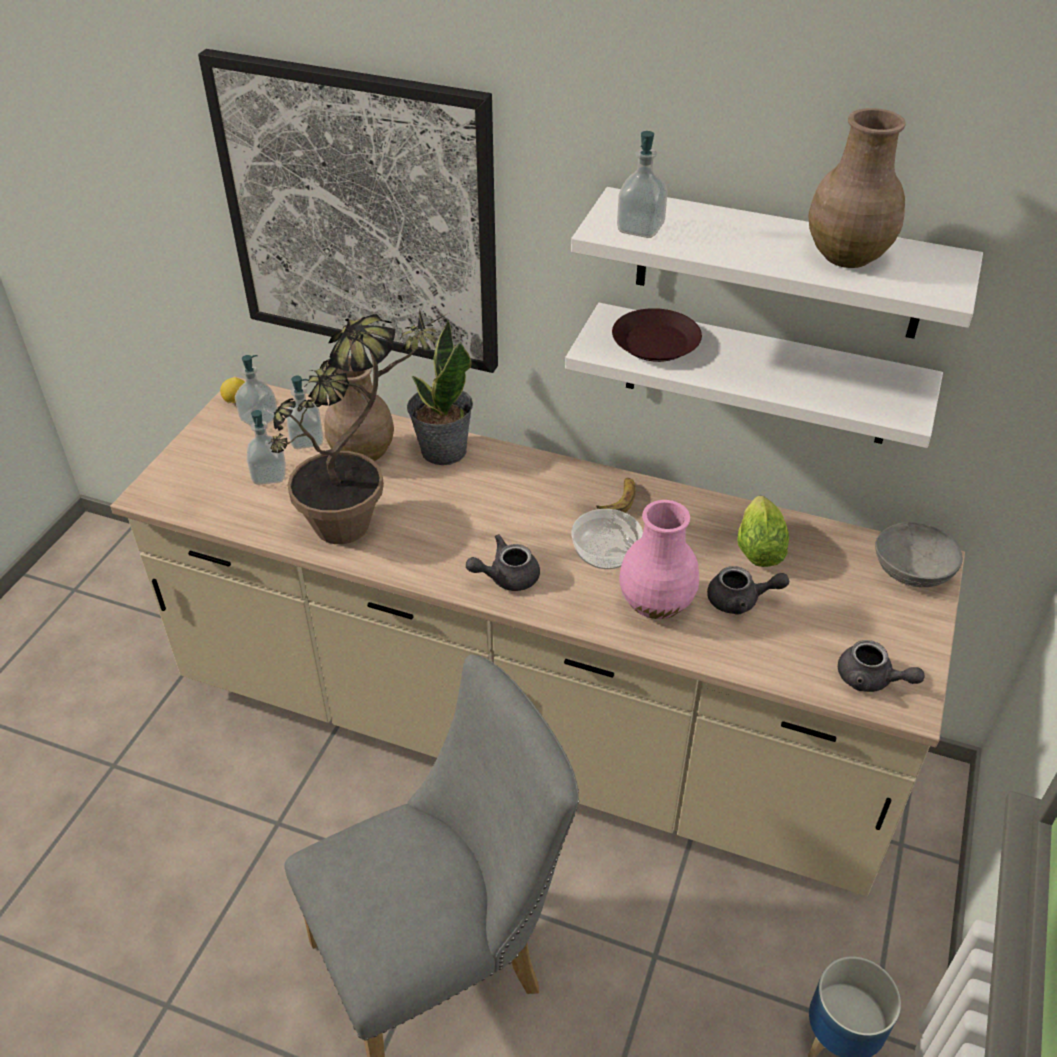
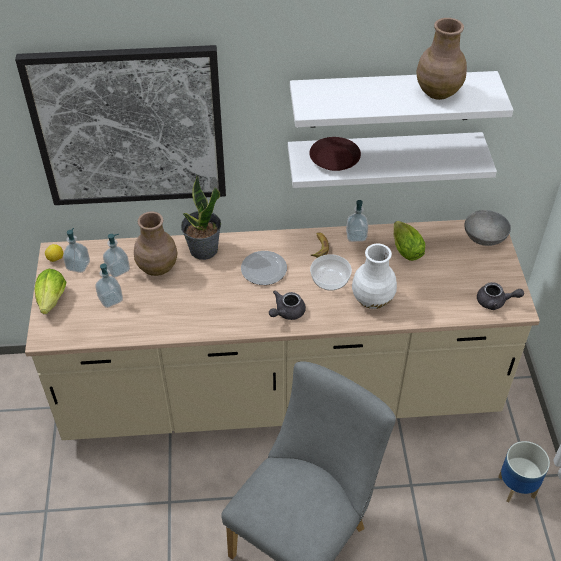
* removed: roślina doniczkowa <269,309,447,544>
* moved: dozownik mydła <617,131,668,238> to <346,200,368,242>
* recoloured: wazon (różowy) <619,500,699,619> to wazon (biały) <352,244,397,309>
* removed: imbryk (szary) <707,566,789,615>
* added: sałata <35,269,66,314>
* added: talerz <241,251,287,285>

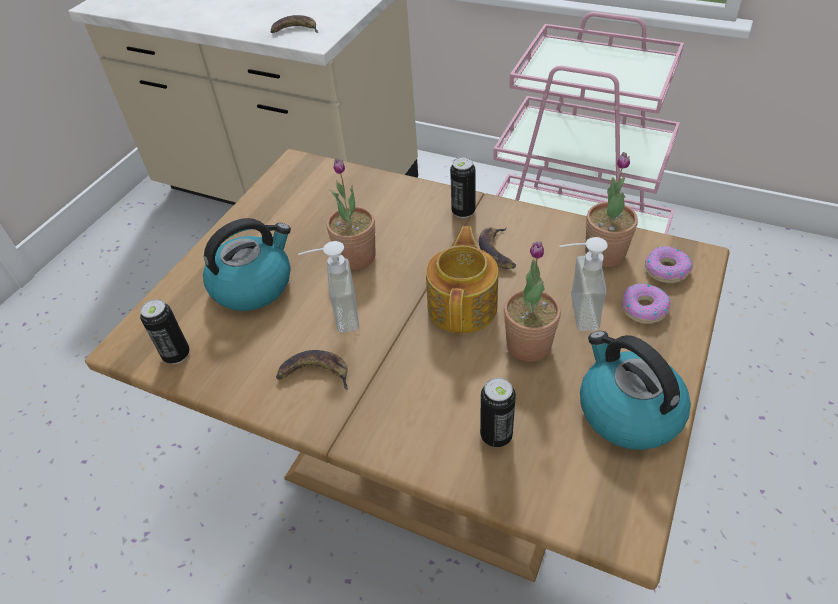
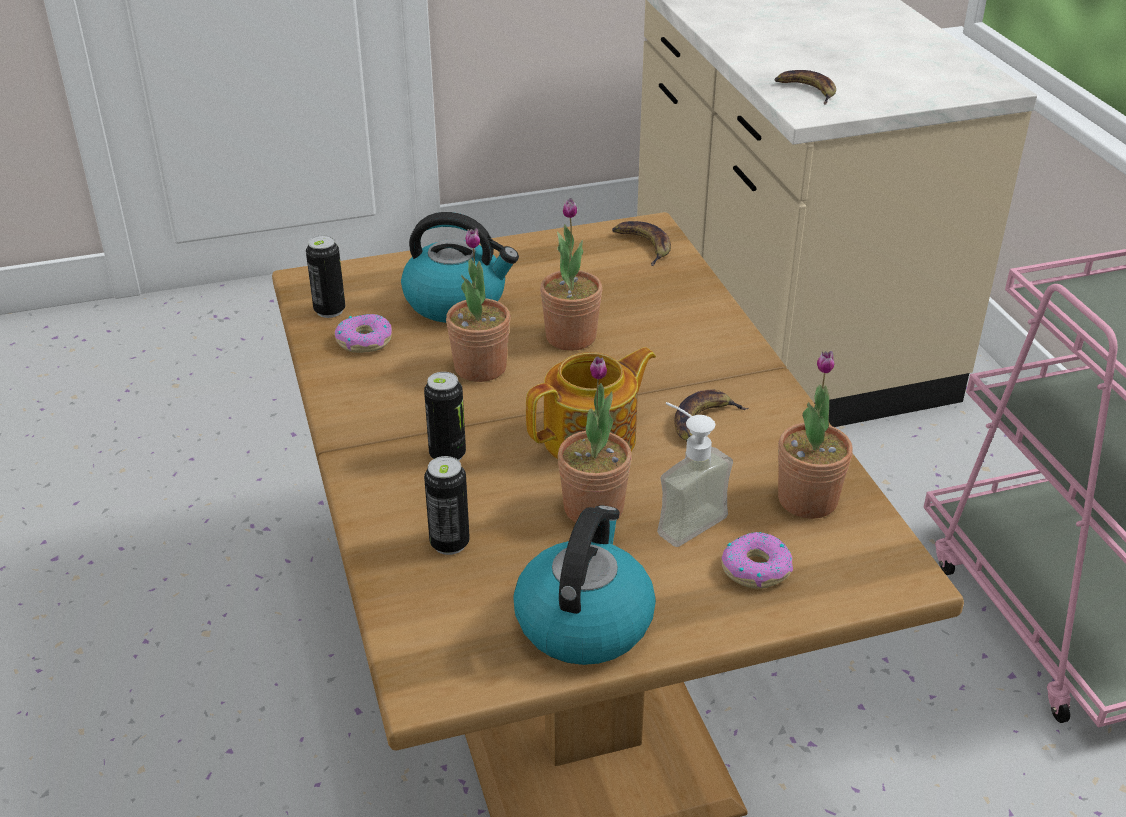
* moved: banan <276,350,348,390> to <612,221,671,266>
* replaced: dozownik mydła <298,241,359,333> to roślina doniczkowa <446,228,510,382>
* moved: puszka <450,157,475,218> to <424,372,466,460>
* moved: donut <645,246,692,283> to <335,314,392,353>

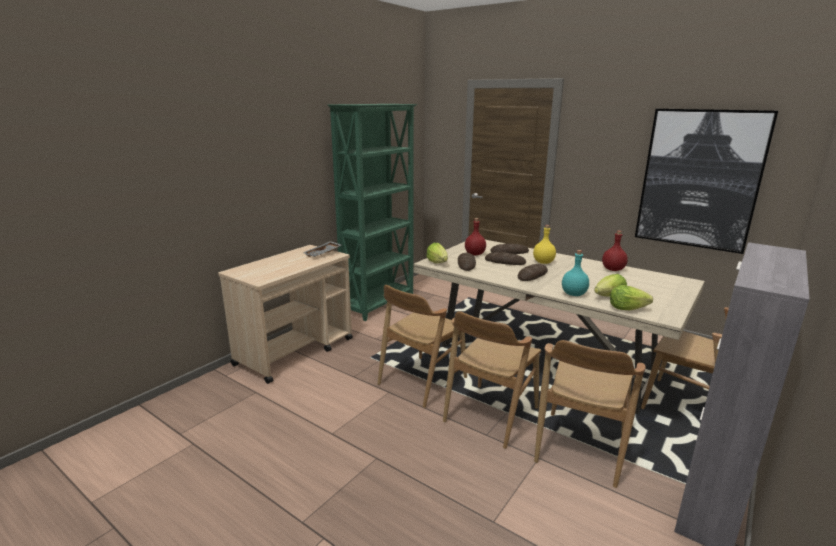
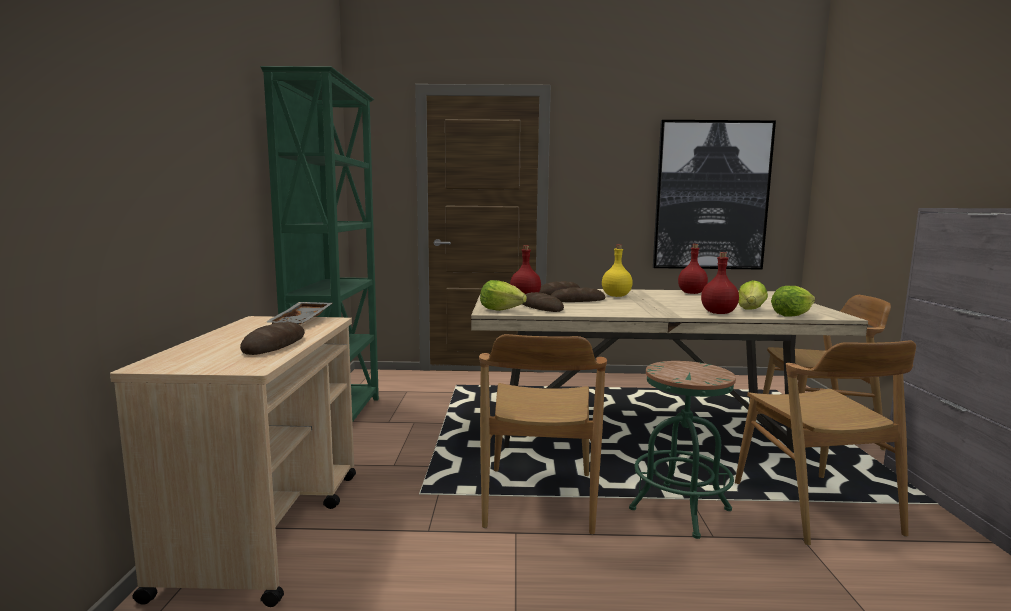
* replaced: krzesło (brązowy) <443,311,541,449> to stołek (zielony) <629,361,736,539>
* moved: chleb <518,264,548,281> to <240,322,305,355>
* recoloured: butelka (turkusowy) <562,250,589,296> to butelka (czerwony) <701,252,739,314>

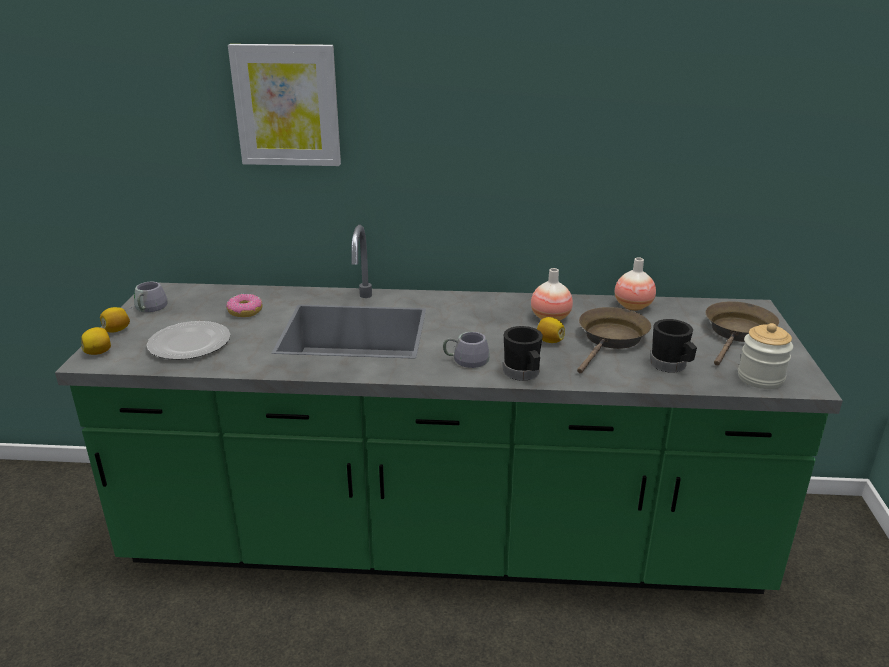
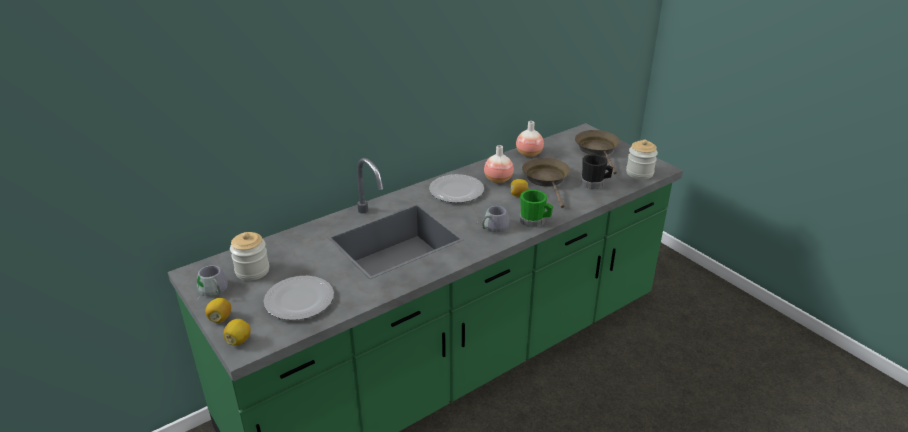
* removed: donut <226,294,263,317>
* removed: obraz <228,44,341,166>
* recoloured: kubek (czarny) <503,326,543,381> to kubek (zielony) <519,190,553,228>
* added: słoik <230,232,269,281>
* added: talerz <429,174,484,203>

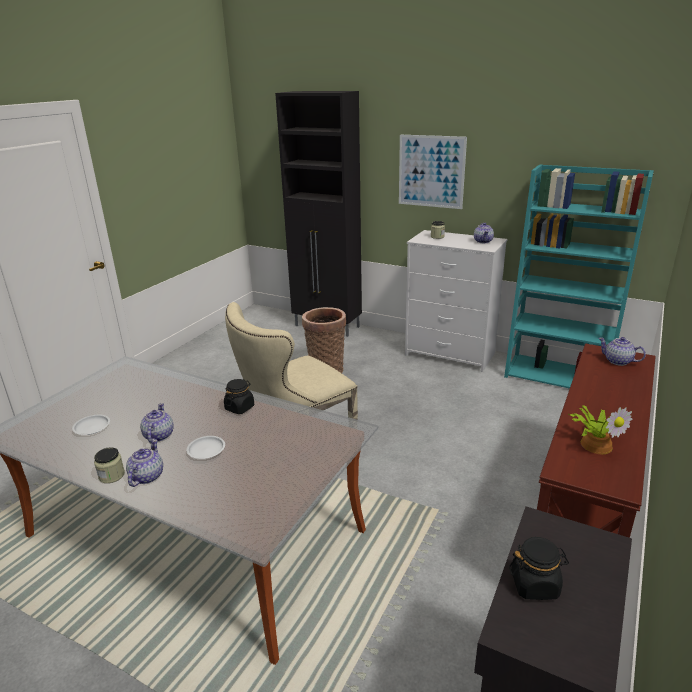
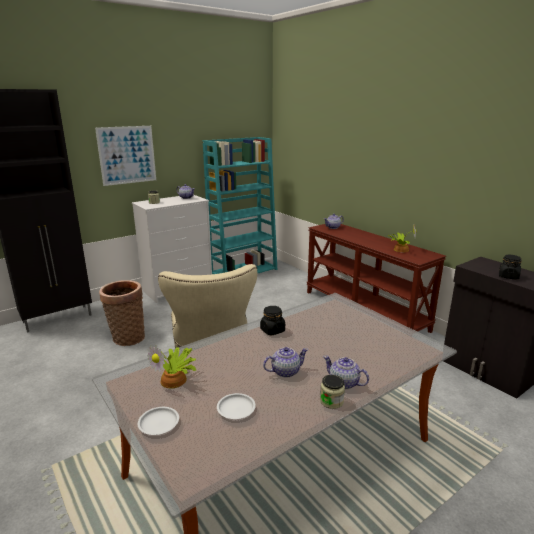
* turned: imbryk <140,403,174,443> = <263,347,308,378> 135 degrees clockwise
* moved: talerz (biały) <186,436,225,459> to <138,407,179,435>
* added: roślina doniczkowa <147,345,196,388>

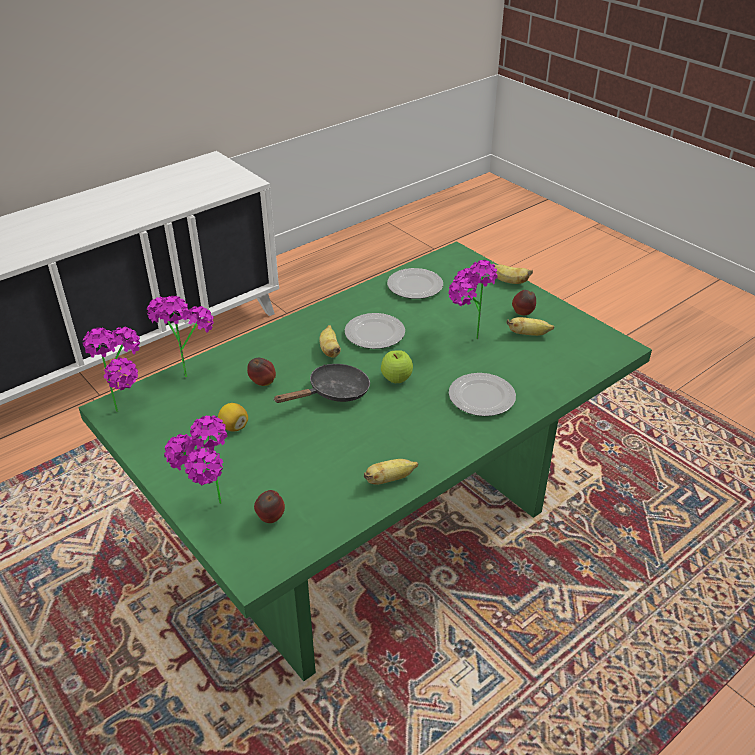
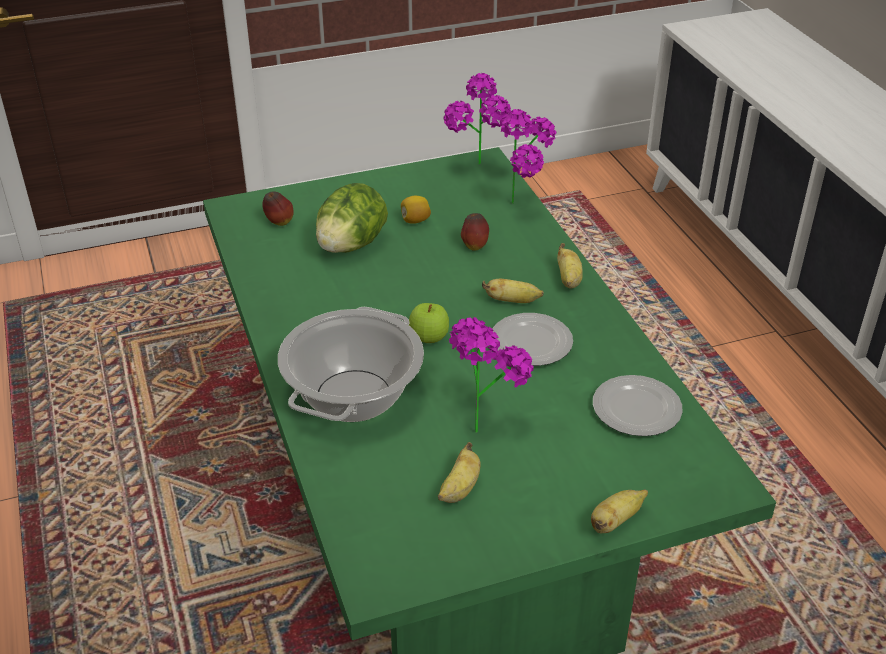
* removed: roślina doniczkowa <164,415,227,504>
* removed: patelnia (czarny) <273,364,370,403>
* moved: banan <364,459,418,485> to <557,243,583,289>
* replaced: talerz <449,373,516,416> to garnek <278,307,424,422>
* removed: jabłko <512,290,536,315>
* added: sałata <316,183,388,253>

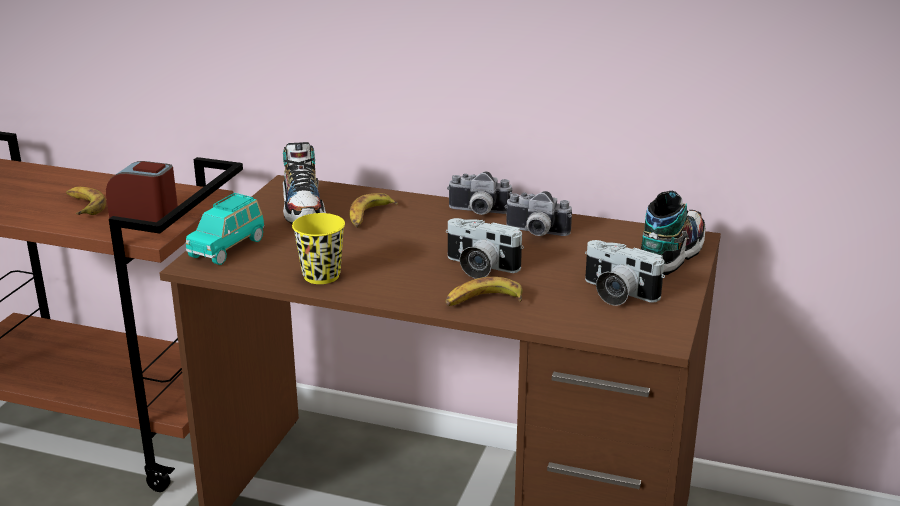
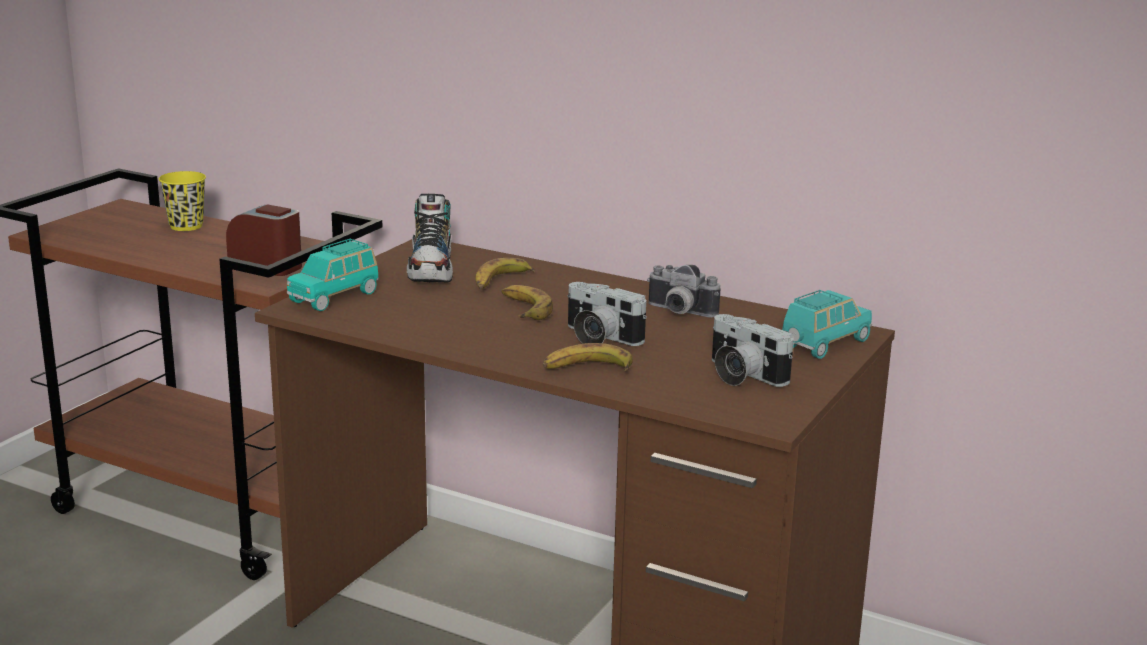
* moved: banan <66,187,106,215> to <501,285,553,320>
* moved: filiżanka (żółty) <292,213,345,284> to <159,171,206,231>
* removed: aparat fotograficzny <447,172,512,215>
* replaced: but <641,191,706,275> to samochodzik (turkusowy) <782,290,872,359>

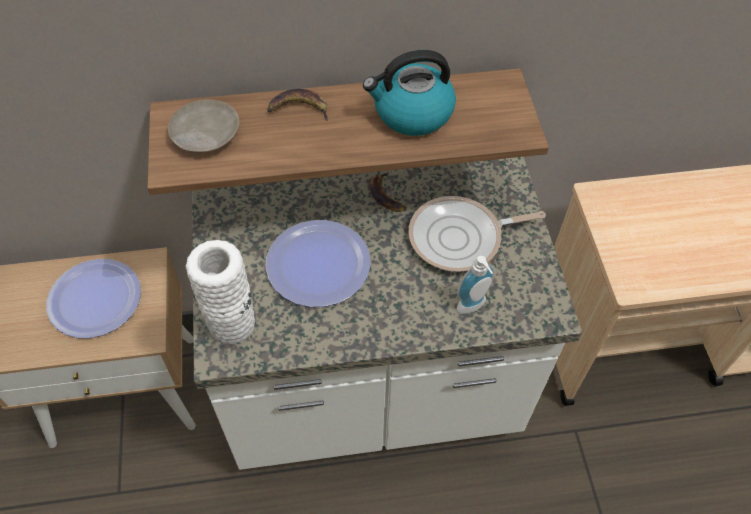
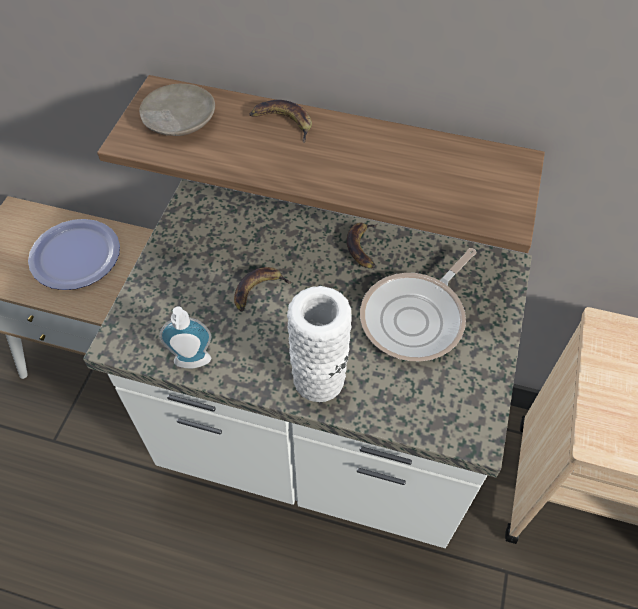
* moved: wazon (biały) <186,240,255,344> to <287,286,352,402>
* replaced: talerz <266,220,370,307> to banan <234,267,293,311>
* removed: czajnik <363,50,456,136>
* turned: patelnia <408,196,546,272> = <360,248,477,361> 60 degrees counterclockwise
* moved: dozownik mydła <457,256,495,314> to <159,306,212,369>

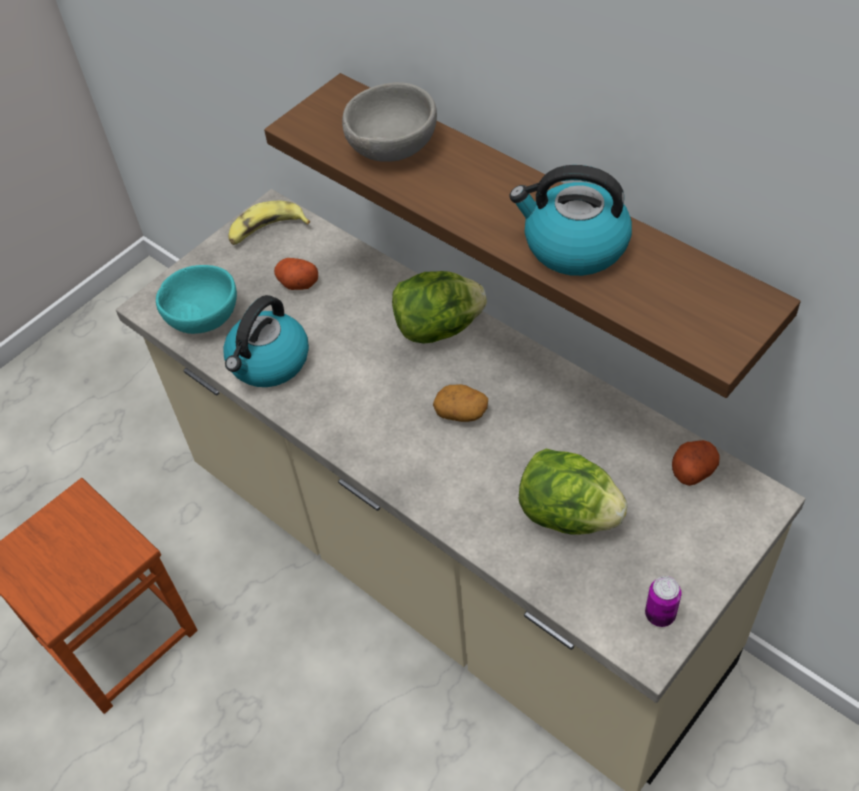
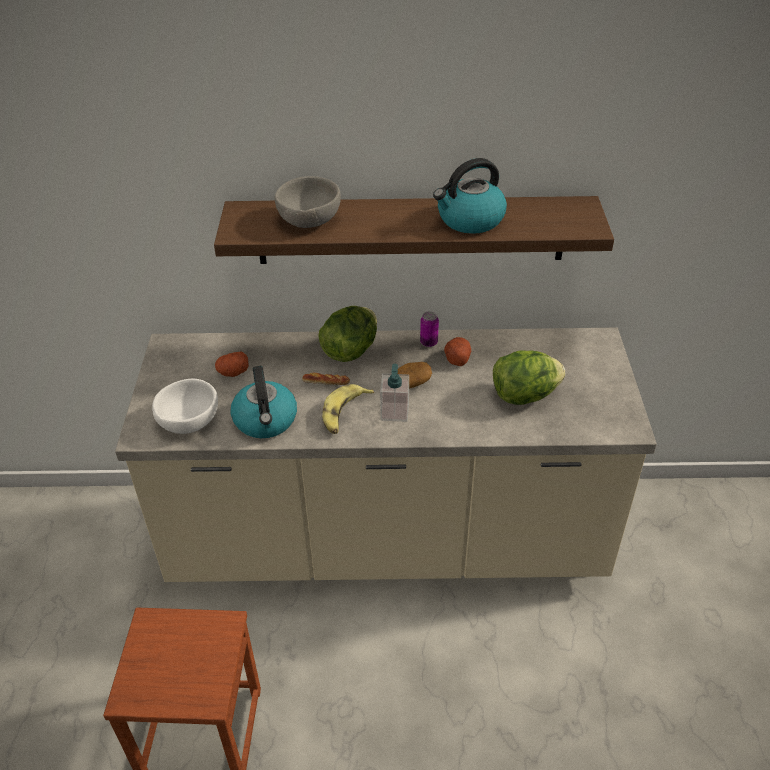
* recoloured: miska (turkusowy) <156,265,237,334> to miska (biały) <152,379,218,434>
* moved: banan <228,201,310,245> to <322,384,374,434>
* moved: puszka <645,576,681,627> to <420,311,439,347>
* moved: ziemniak <672,440,720,486> to <444,337,471,366>
* added: chleb <302,373,350,385>
* added: dozownik mydła <380,364,409,422>

